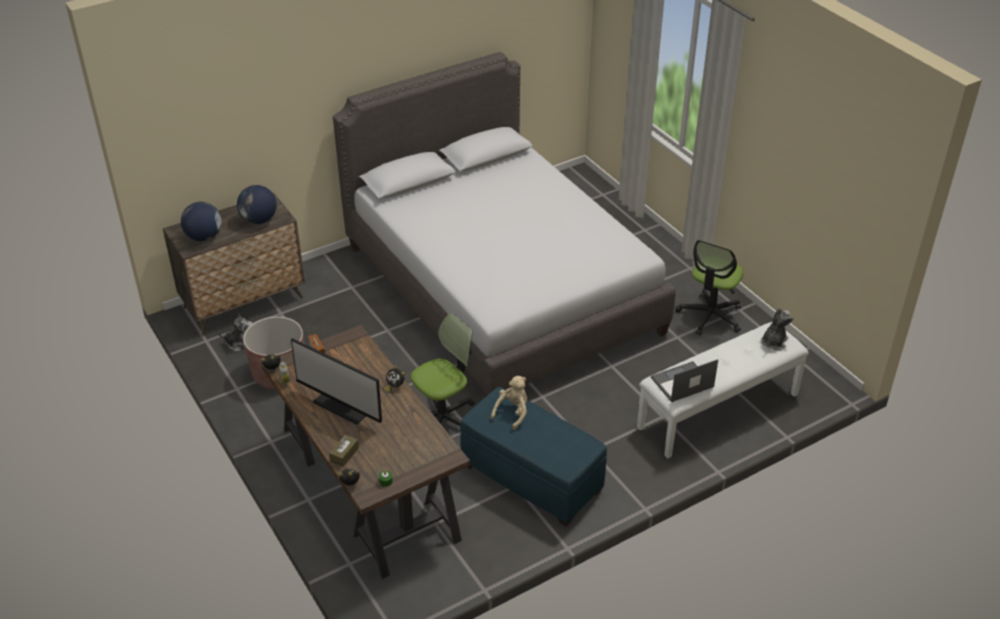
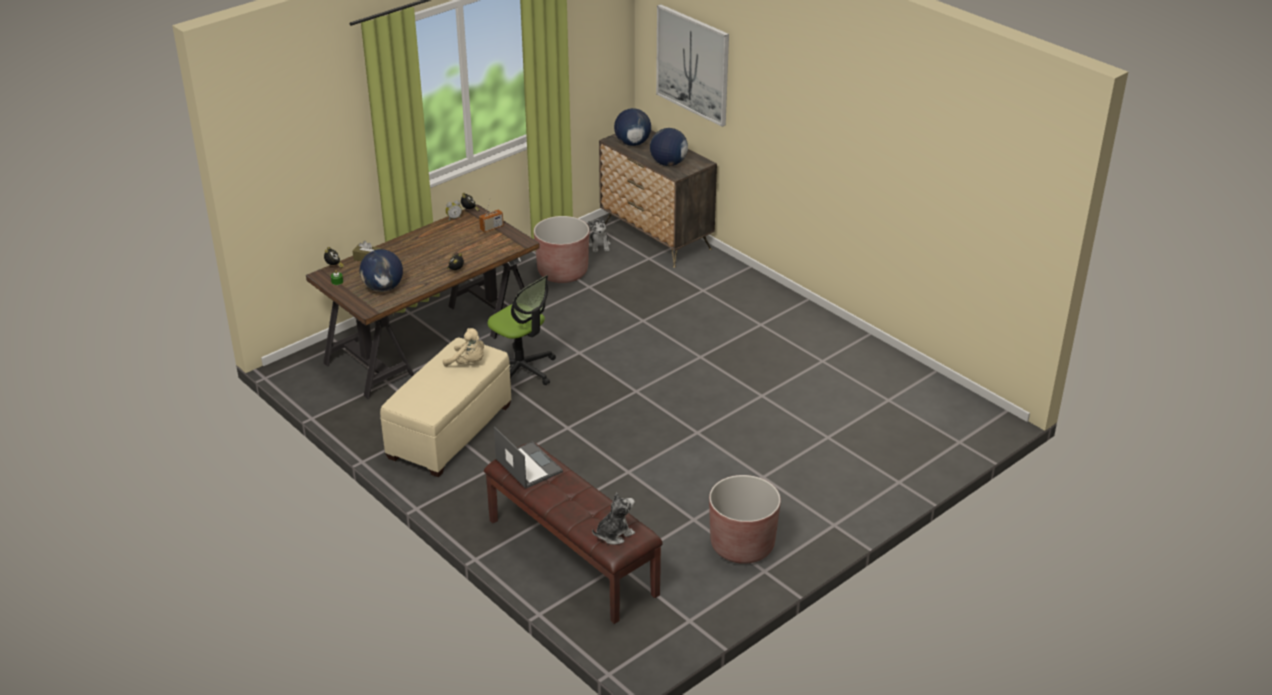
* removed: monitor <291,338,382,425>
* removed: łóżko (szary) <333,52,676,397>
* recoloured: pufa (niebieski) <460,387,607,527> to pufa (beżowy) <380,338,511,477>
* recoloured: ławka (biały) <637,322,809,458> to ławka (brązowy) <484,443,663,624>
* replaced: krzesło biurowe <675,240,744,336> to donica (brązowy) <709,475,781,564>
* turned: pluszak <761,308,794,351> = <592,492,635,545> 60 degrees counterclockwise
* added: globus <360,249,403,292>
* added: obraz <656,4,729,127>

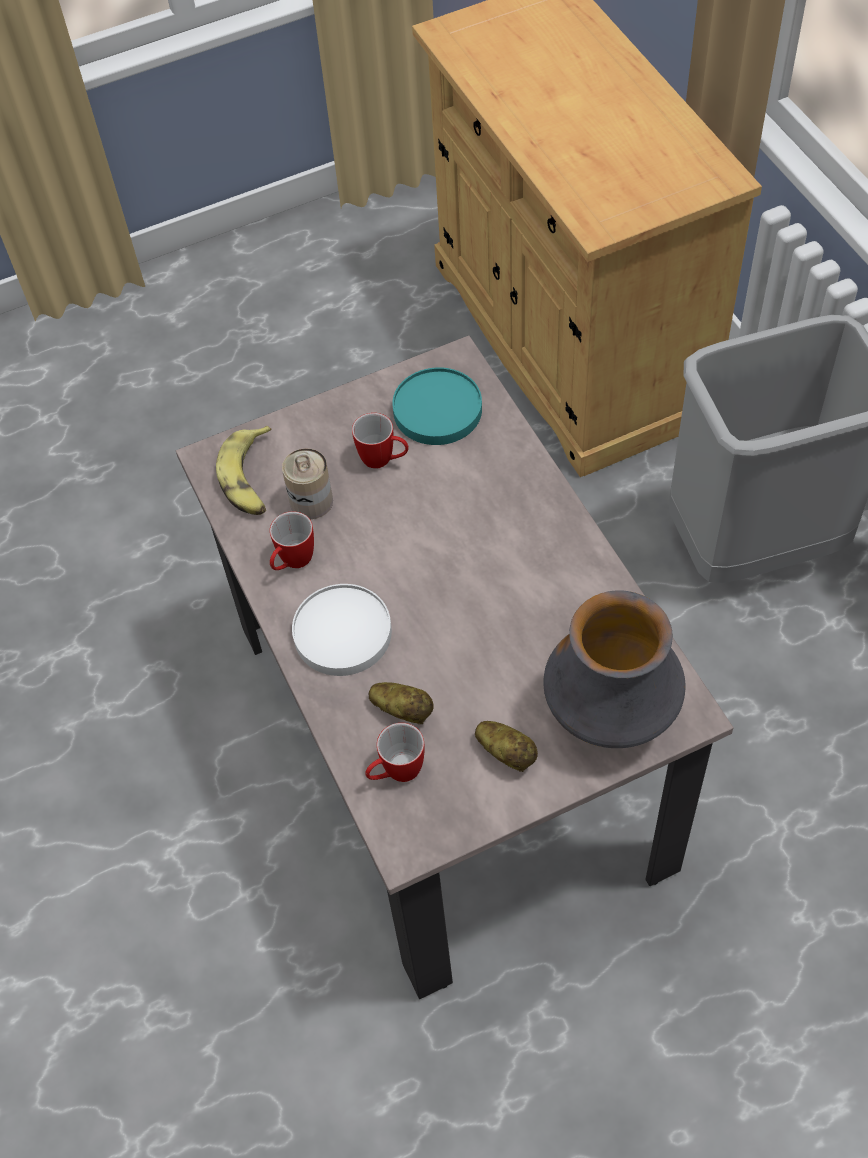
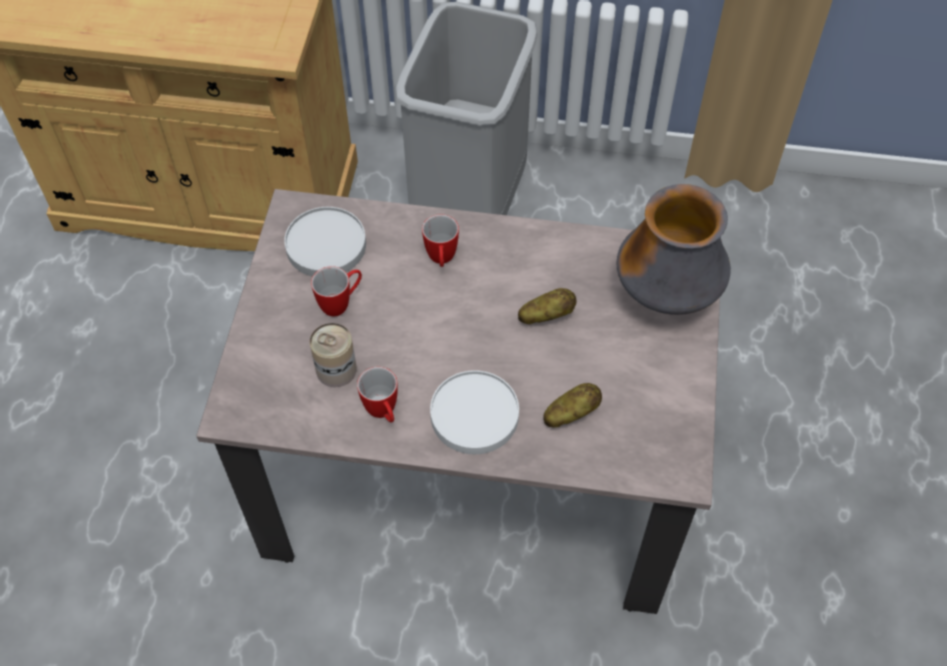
* removed: banan <216,426,272,515>
* moved: kubek <365,723,425,782> to <422,214,459,267>
* recoloured: talerz (turkusowy) <392,367,482,445> to talerz (biały) <284,207,366,277>
* moved: ziemniak <475,721,538,772> to <518,288,576,324>

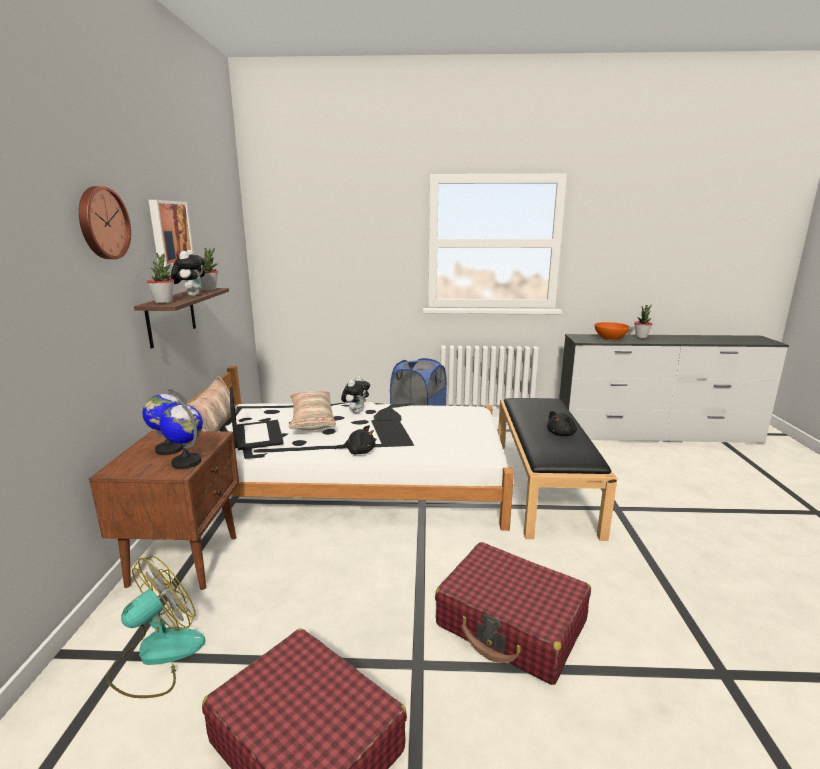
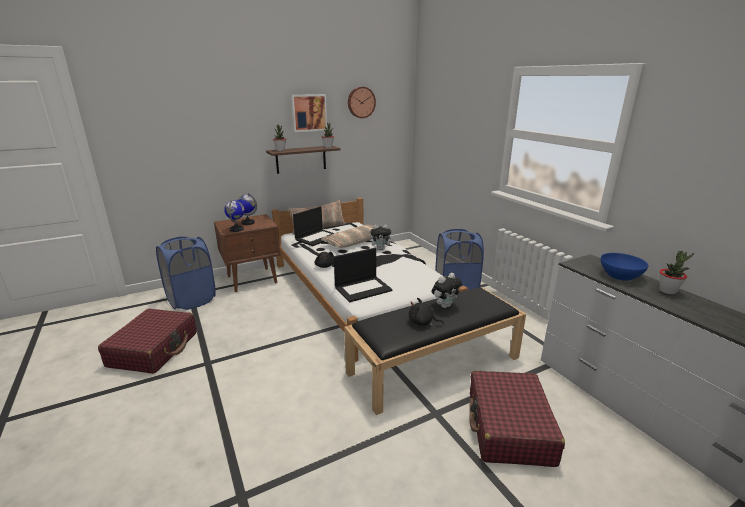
* moved: zegar ścienny <79,186,131,259> to <348,87,376,118>
* replaced: wentylator <106,556,205,698> to kosz na pranie (niebieski) <156,236,216,310>
* moved: pluszak <171,250,206,296> to <432,273,462,308>
* moved: walizka (czerwony) <435,542,591,685> to <469,371,565,467>
* recoloured: miska (pomarańczowy) <595,322,630,340> to miska (niebieski) <601,253,649,281>
* added: laptop <334,248,393,302>

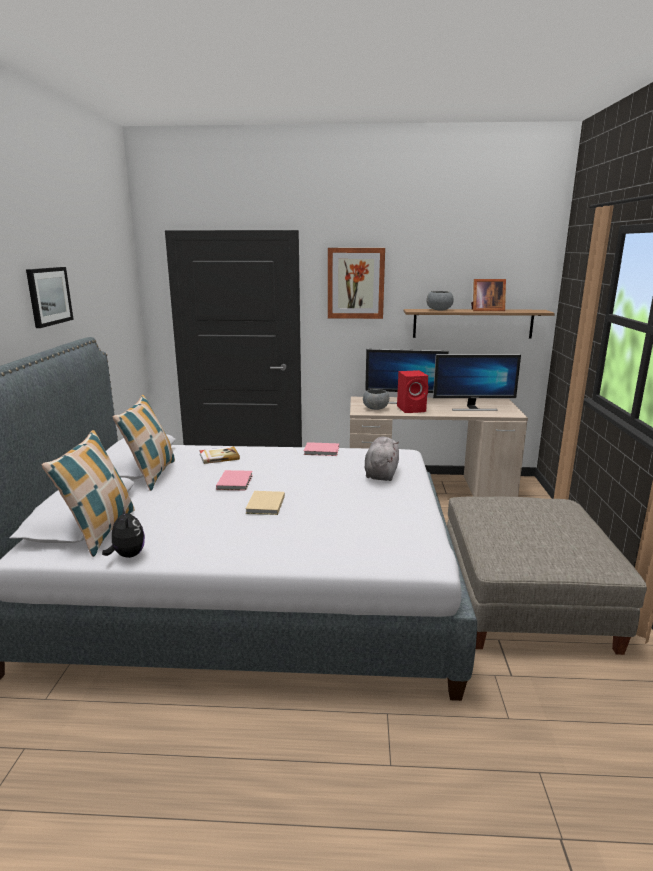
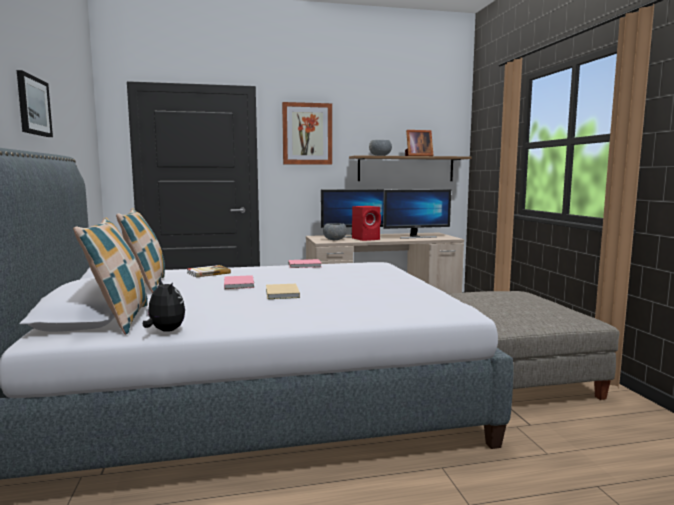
* removed: pluszak (szary) <365,437,399,481>

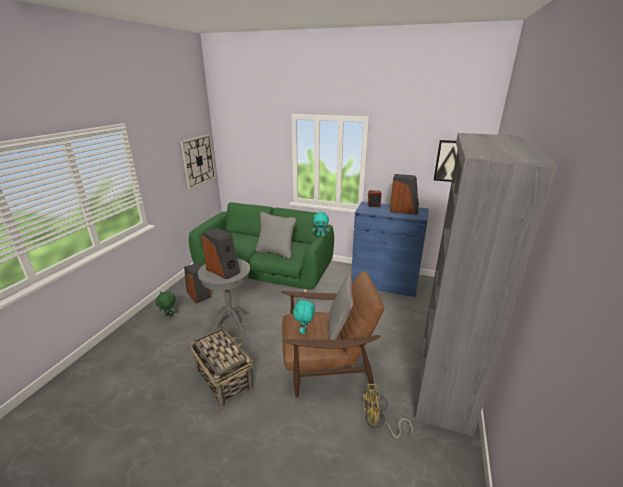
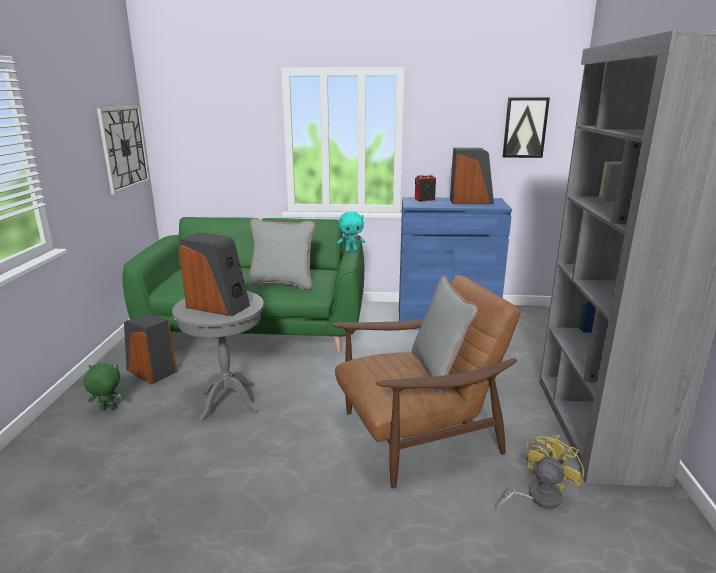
* removed: koszyk <190,325,254,408>
* removed: pluszak (turkusowy) <293,298,315,334>
* turned: wentylator (żółty) <362,384,413,438> = <494,435,584,510> 150 degrees clockwise

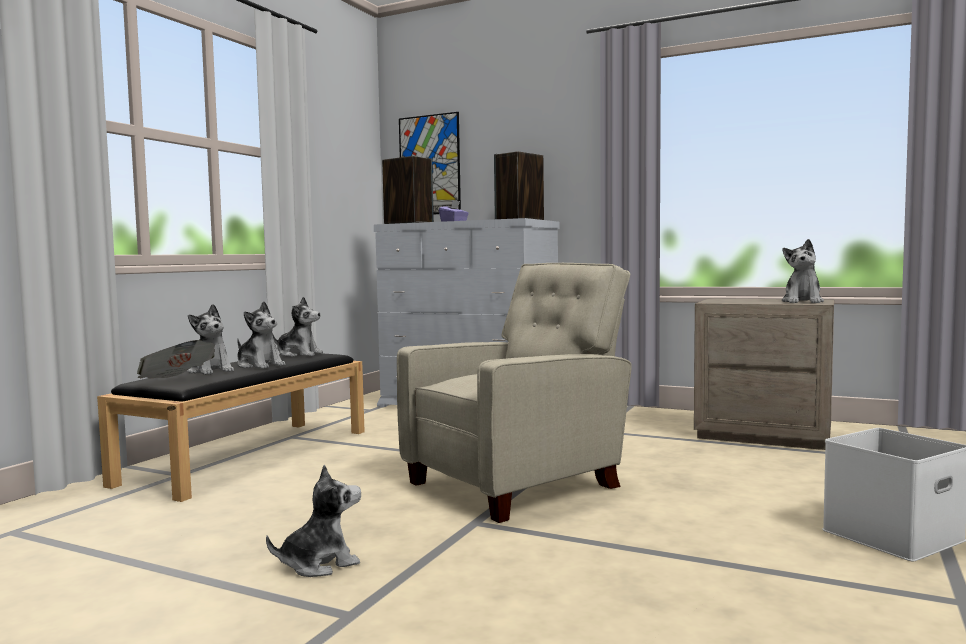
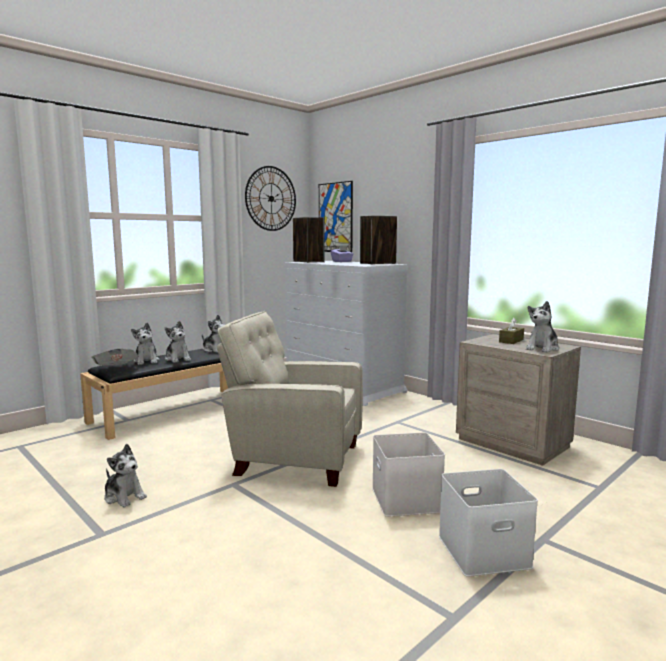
* turned: pluszak <266,465,361,577> = <104,444,147,508> 45 degrees clockwise
* turned: fotel (beżowy) <397,263,632,523> = <217,311,363,487> 150 degrees counterclockwise
* added: zegar ścienny <245,166,296,231>
* added: pojemnik do przechowywania (biały) <372,432,445,517>
* added: pudełko chusteczek (brązowy) <499,318,524,344>

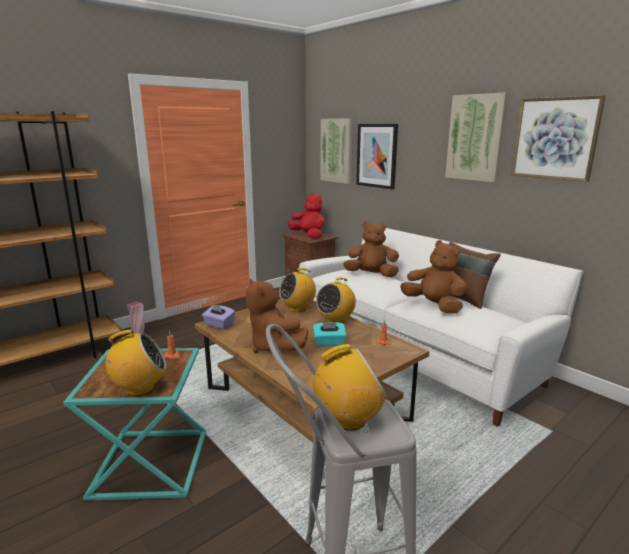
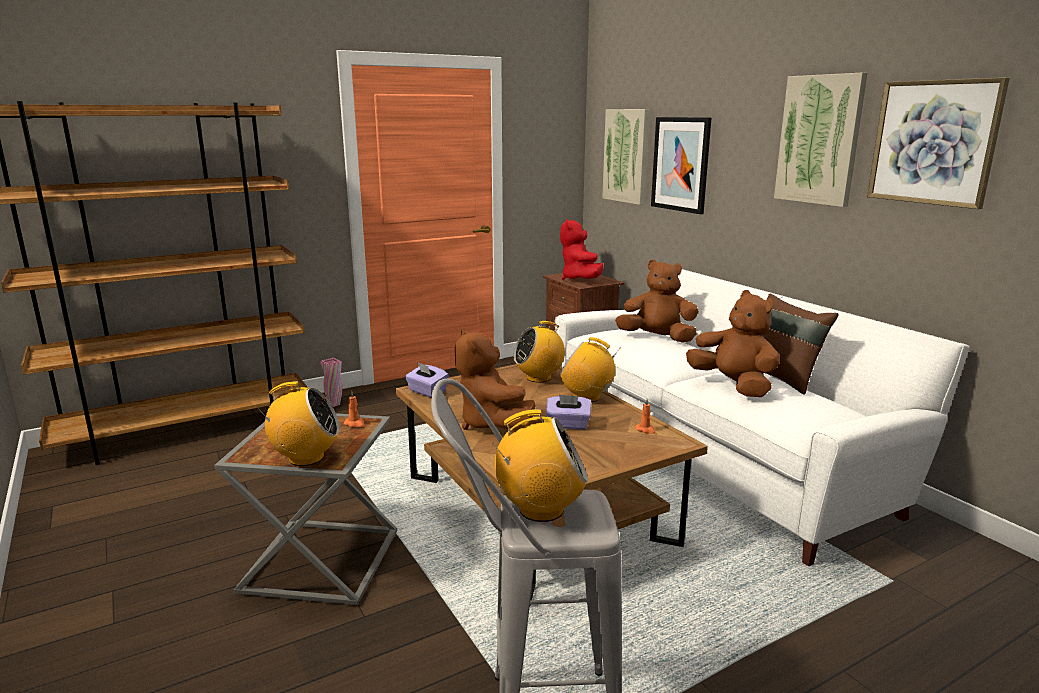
* recoloured: stolik (turkusowy) <63,348,206,501> to stolik (szary) <214,413,397,605>
* turned: pluszak (czerwony) <288,193,325,239> = <560,219,604,280> 150 degrees counterclockwise
* recoloured: pudełko chusteczek (turkusowy) <313,322,346,346> to pudełko chusteczek (fioletowy) <546,394,591,430>
* turned: radio <316,277,356,323> = <560,337,621,402> 60 degrees clockwise

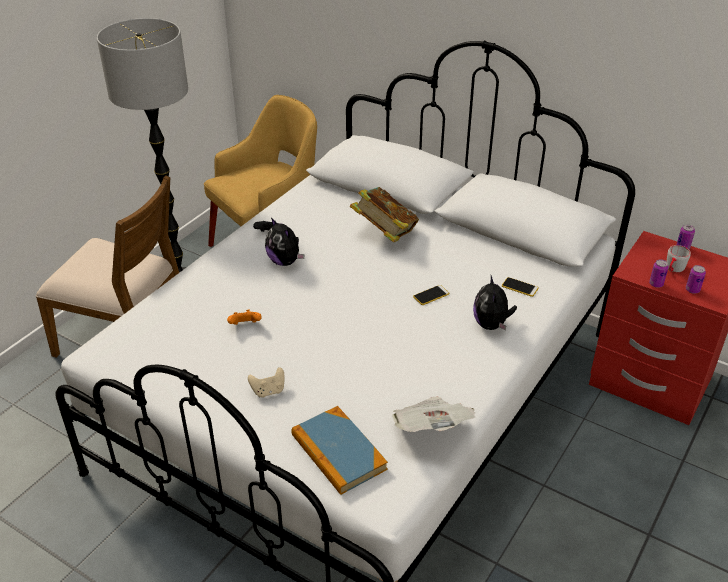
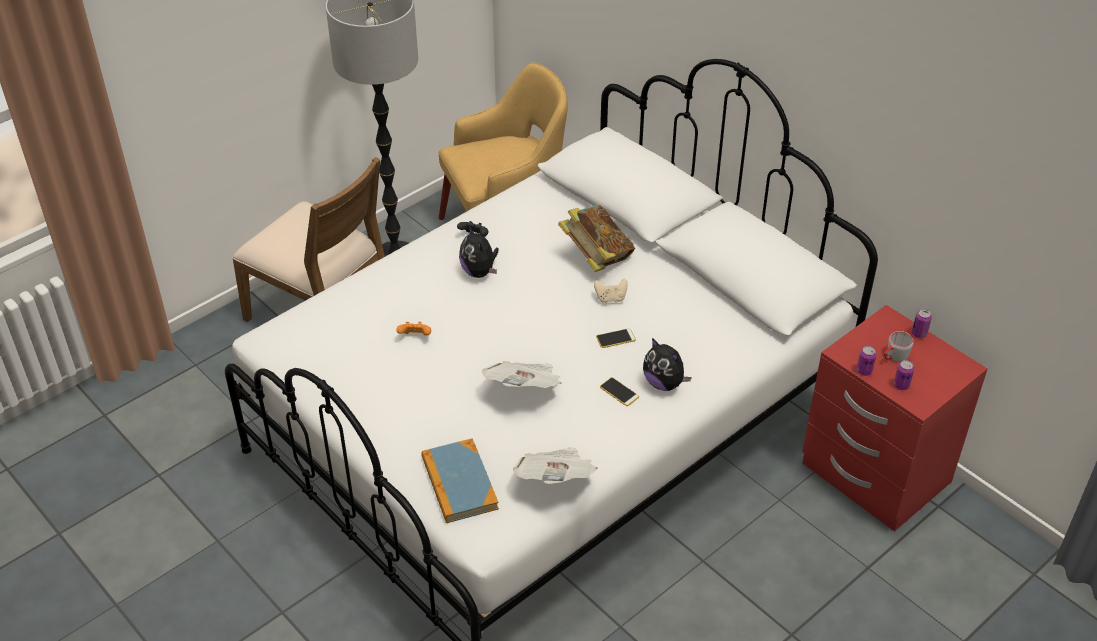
* moved: pad do gier (beżowy) <248,367,285,397> to <594,279,628,303>
* turned: pluszak <473,275,517,331> = <643,338,692,391> 60 degrees counterclockwise
* moved: telefon <502,277,539,297> to <600,377,639,406>
* added: gazeta <482,361,562,388>

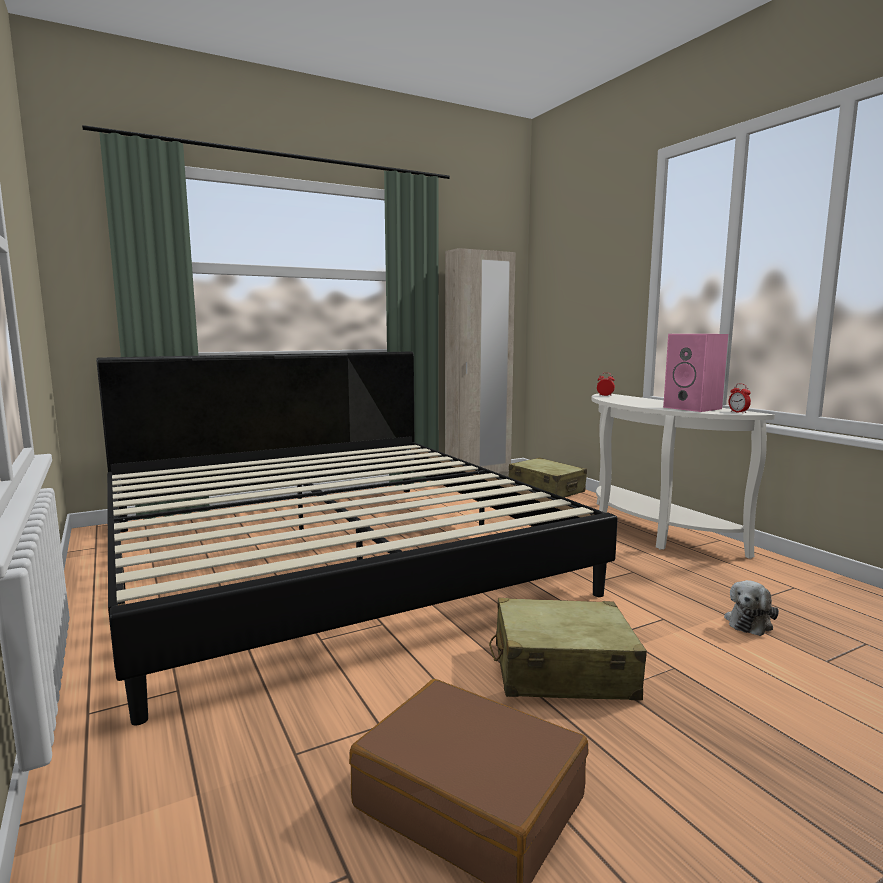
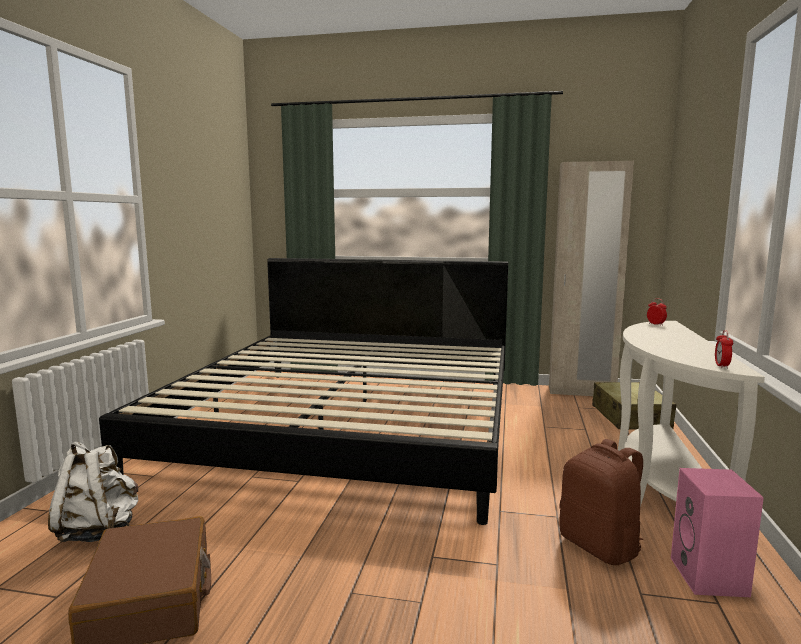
* removed: walizka (beżowy) <489,598,647,700>
* moved: głośnik (różowy) <663,334,728,412> to <671,468,764,597>
* removed: pluszak <724,580,779,636>
* added: plecak (biały) <48,441,138,542>
* added: plecak (brązowy) <559,439,643,565>

